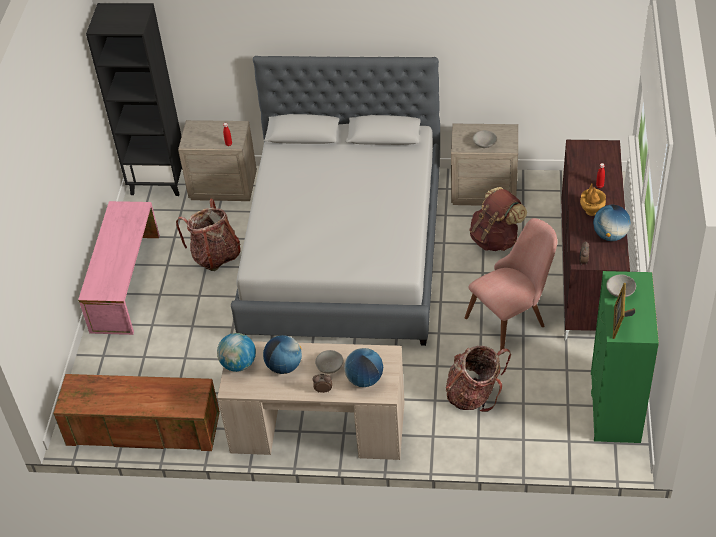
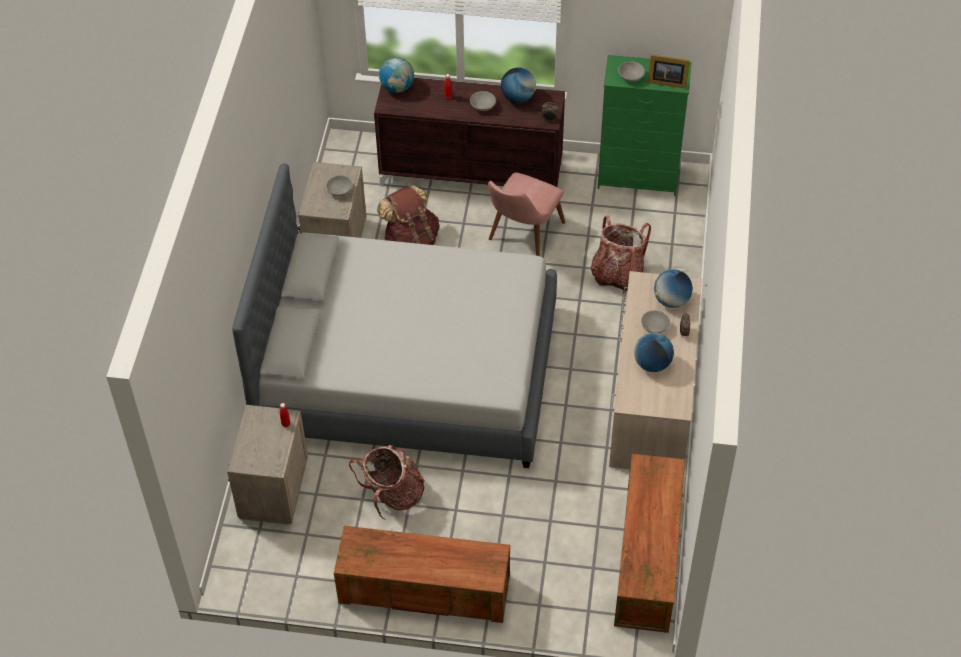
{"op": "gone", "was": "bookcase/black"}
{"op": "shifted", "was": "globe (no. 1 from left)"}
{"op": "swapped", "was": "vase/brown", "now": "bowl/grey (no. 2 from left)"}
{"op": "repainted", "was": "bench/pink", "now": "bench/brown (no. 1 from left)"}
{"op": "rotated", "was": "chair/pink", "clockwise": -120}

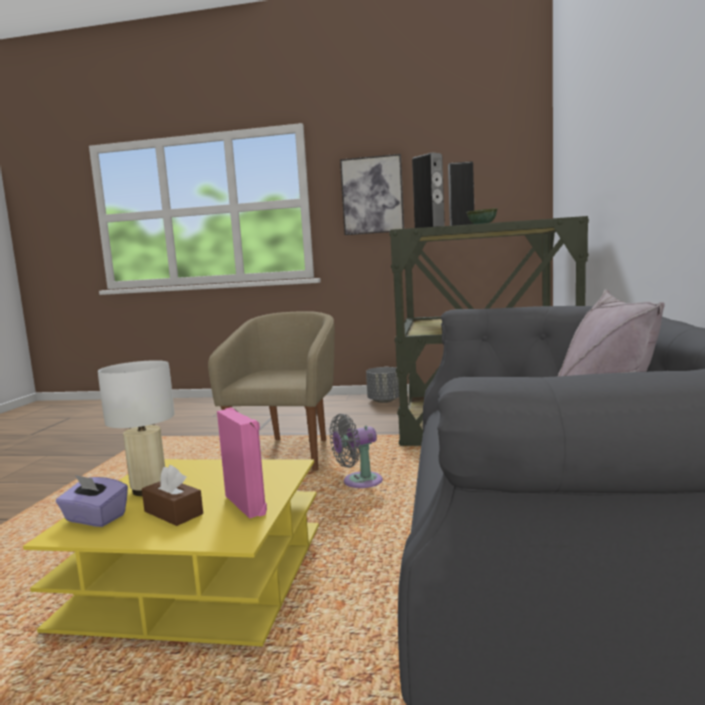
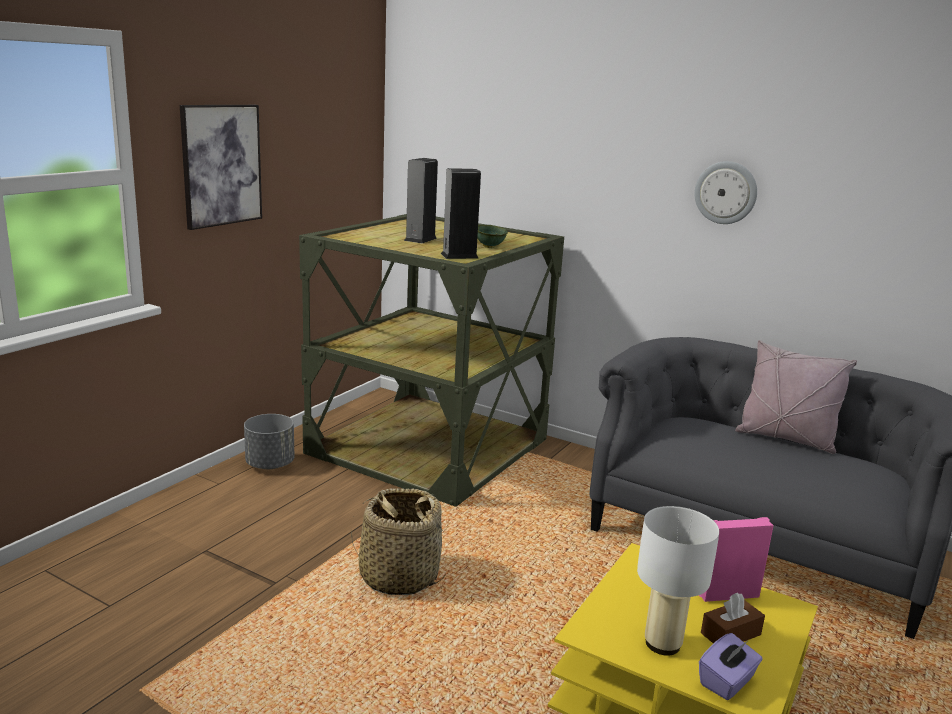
{"op": "gone", "was": "fan/grey"}
{"op": "new", "now": "wall clock"}
{"op": "swapped", "was": "armchair/beige", "now": "basket"}

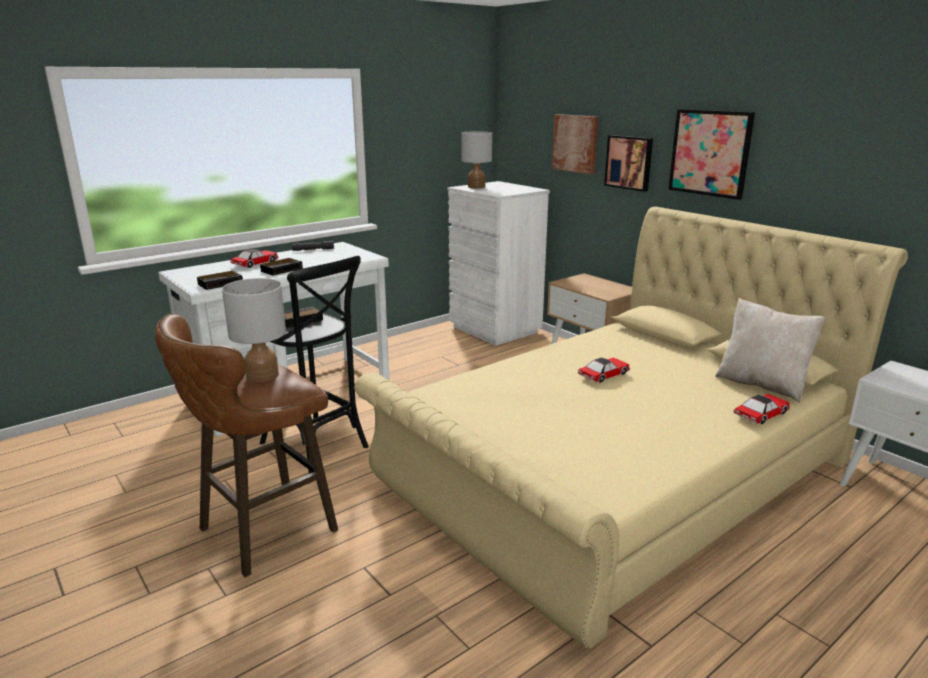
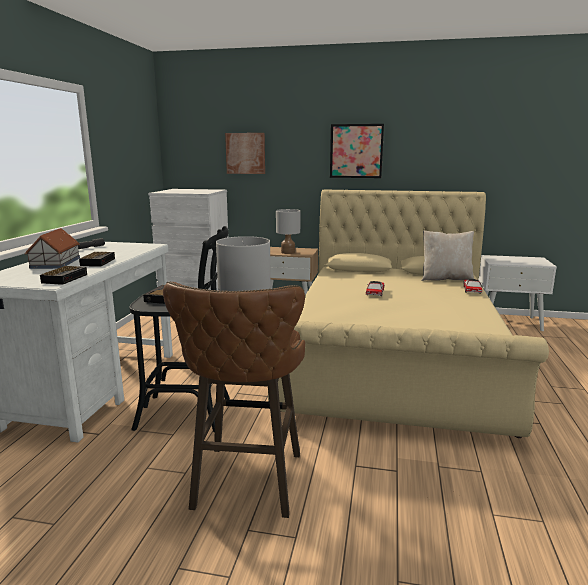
{"op": "gone", "was": "picture (no. 2 from left)"}
{"op": "shifted", "was": "table lamp/grey (no. 2 from left)"}
{"op": "swapped", "was": "toy car (no. 1 from left)", "now": "toy house"}

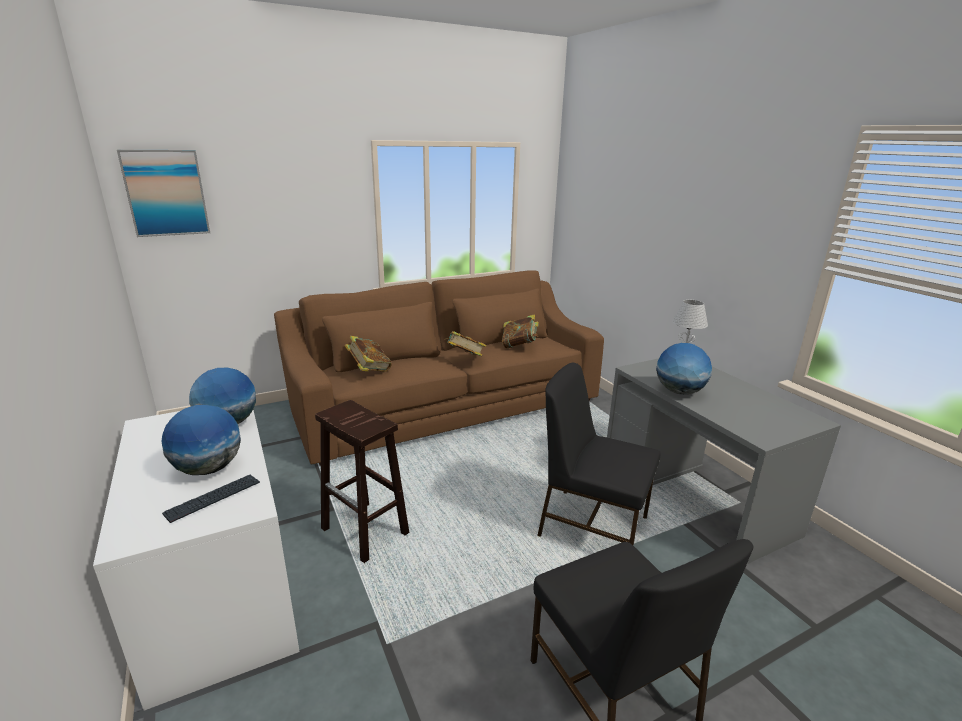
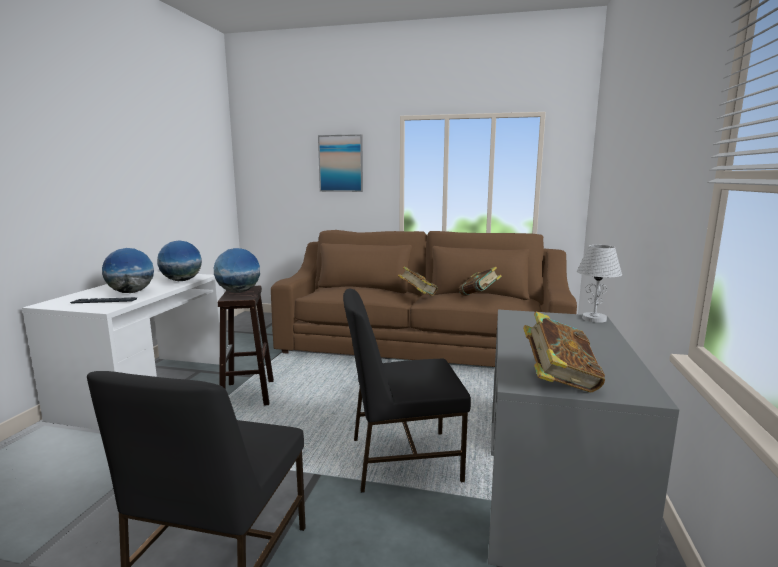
{"op": "shifted", "was": "picture"}
{"op": "shifted", "was": "book (no. 1 from left in the first image)", "now": "book (no. 3 from left)"}
{"op": "shifted", "was": "globe (no. 3 from left)"}
{"op": "rotated", "was": "chair/black (no. 1 from left in the first image)", "clockwise": -75}

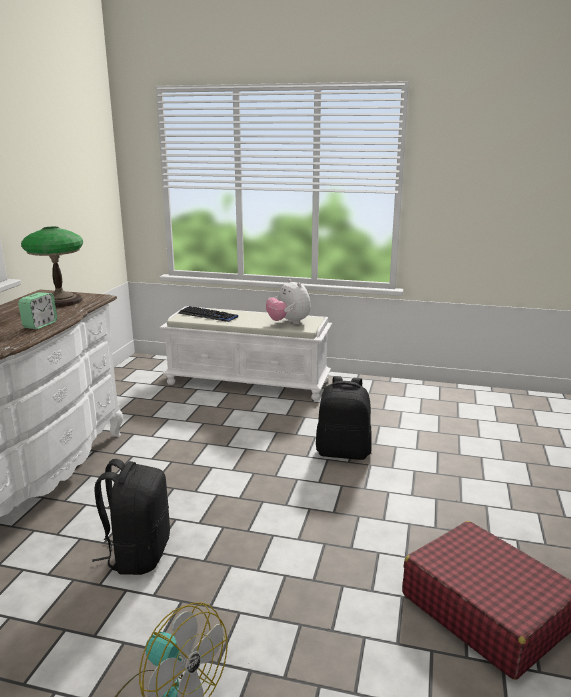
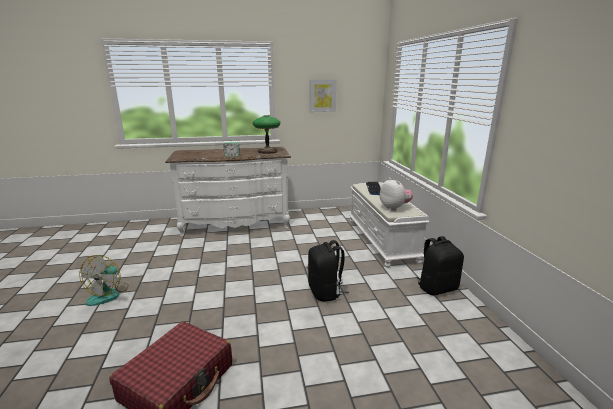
{"op": "new", "now": "picture"}
{"op": "shifted", "was": "backpack/black (no. 1 from left in the first image)", "now": "backpack/black (no. 2 from left)"}
{"op": "rotated", "was": "plush toy", "clockwise": 120}

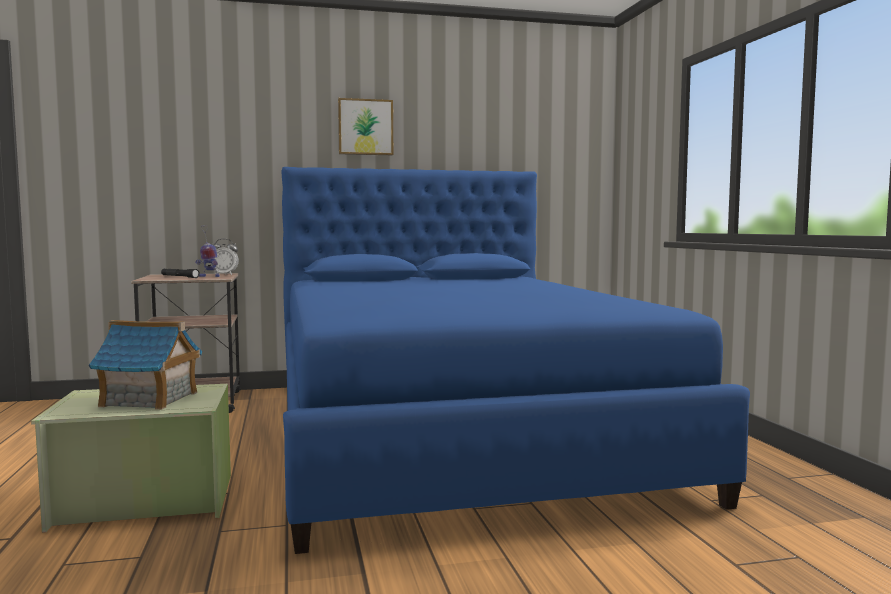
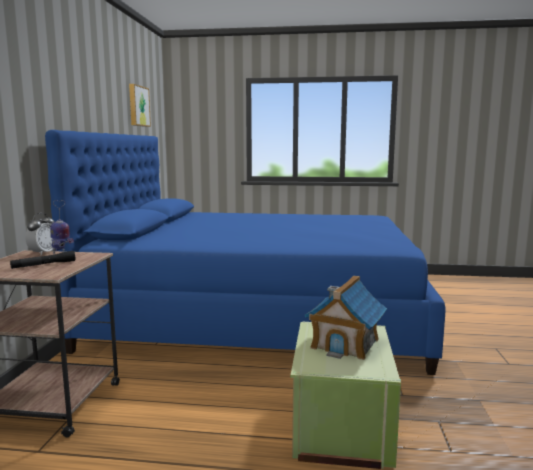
{"op": "shifted", "was": "picture"}

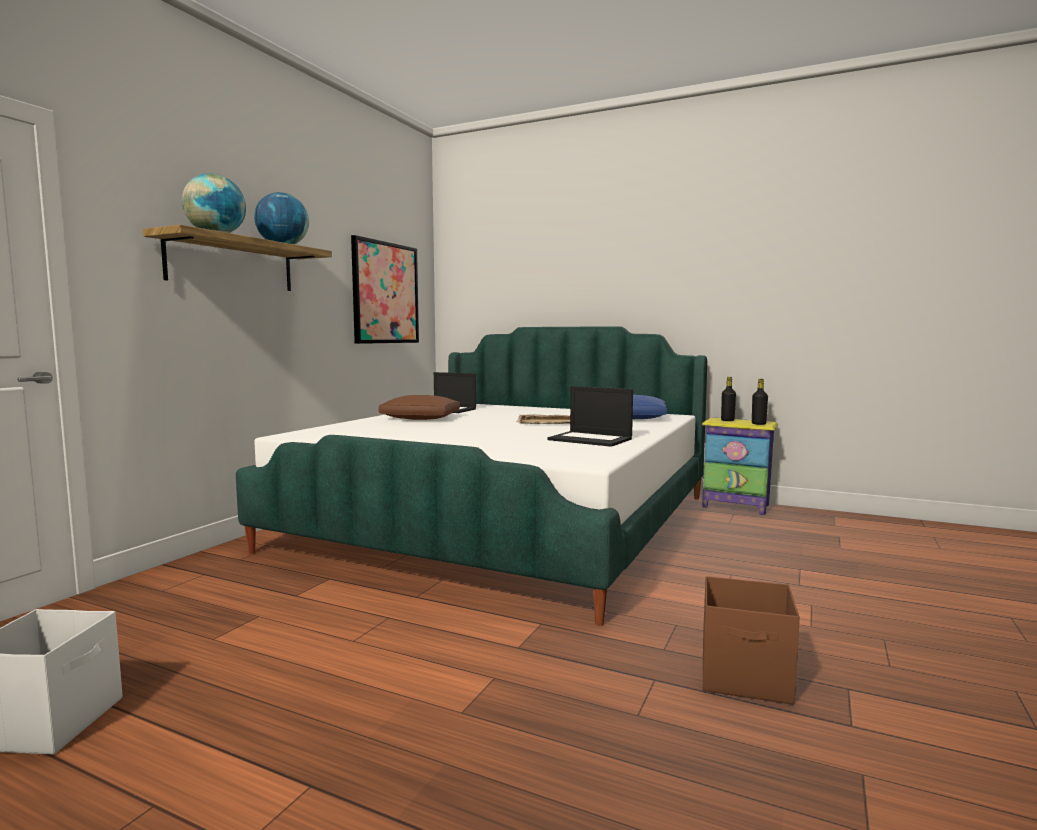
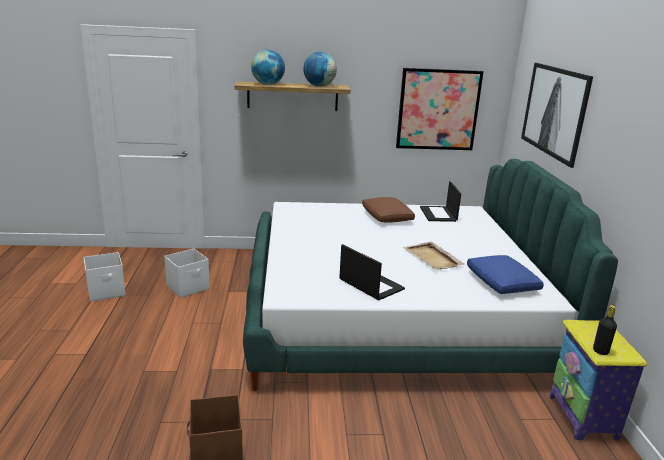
{"op": "gone", "was": "bottle/black (no. 1 from left)"}
{"op": "new", "now": "storage box/white (no. 2 from left)"}
{"op": "new", "now": "picture (no. 2 from left)"}
{"op": "rotated", "was": "laptop (no. 2 from left in the first image)", "clockwise": 135}

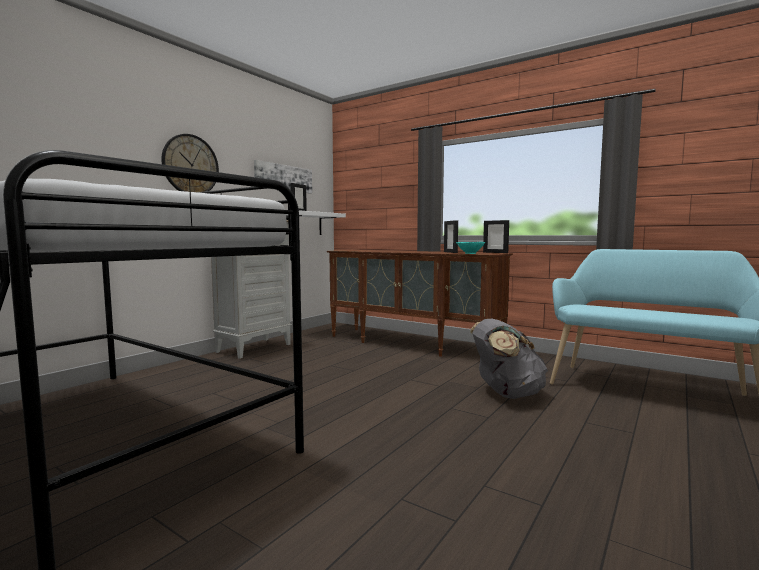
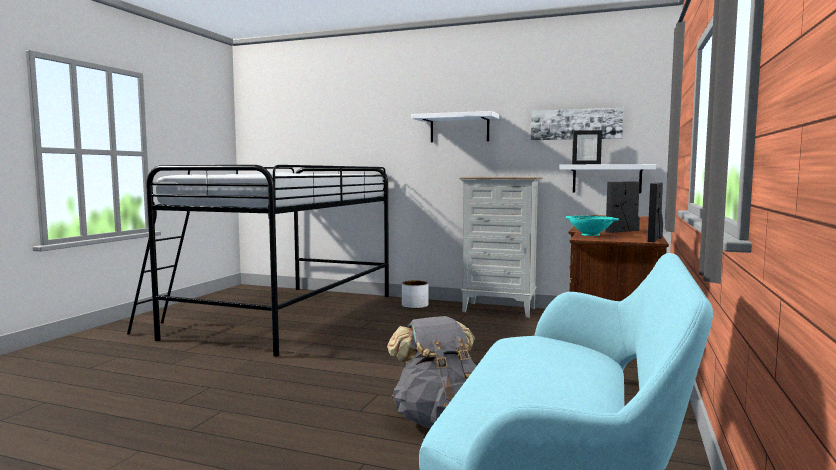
{"op": "new", "now": "planter/white"}
{"op": "swapped", "was": "wall clock", "now": "shelf/white (no. 1 from left)"}

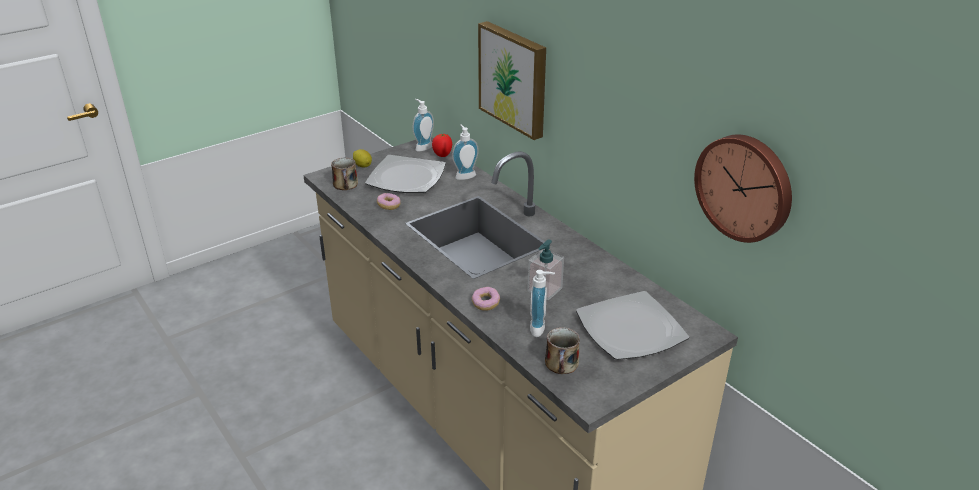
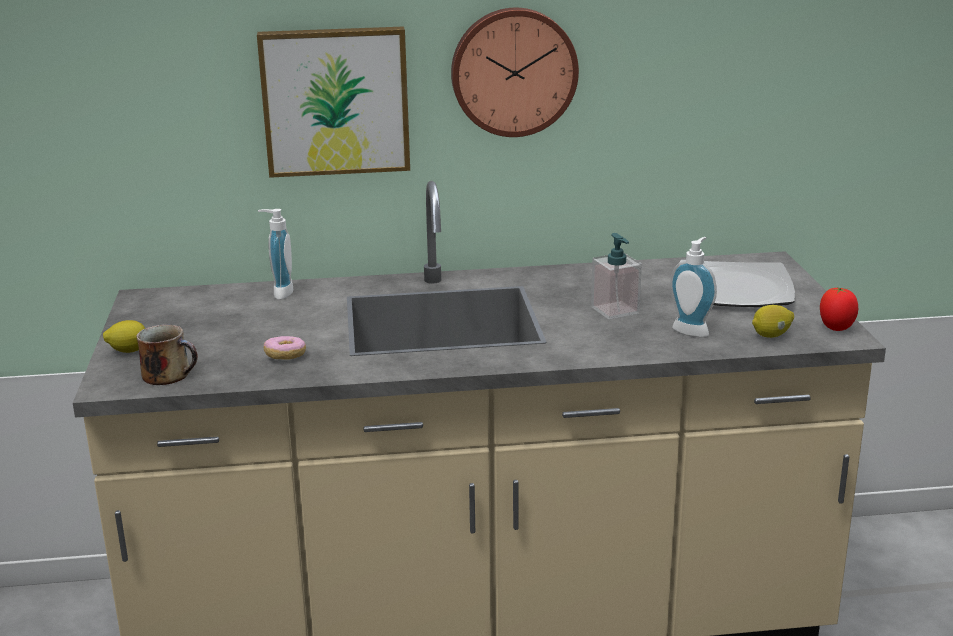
{"op": "gone", "was": "plate (no. 1 from left)"}
{"op": "gone", "was": "soap dispenser (no. 1 from left)"}
{"op": "gone", "was": "donut (no. 2 from left)"}
{"op": "shifted", "was": "tomato"}
{"op": "shifted", "was": "wall clock"}
{"op": "swapped", "was": "mug (no. 2 from left)", "now": "lemon (no. 2 from left)"}

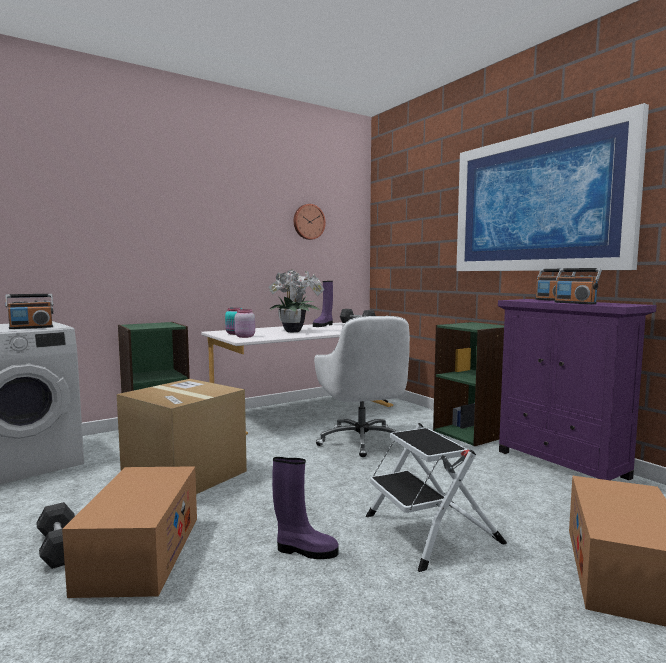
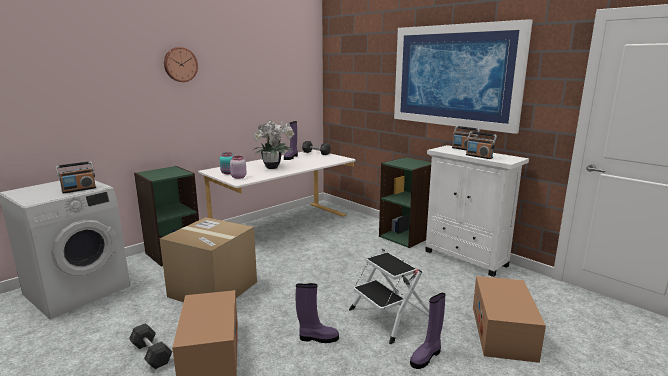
{"op": "gone", "was": "office chair/white"}
{"op": "new", "now": "boot/purple (no. 3 from left)"}
{"op": "shifted", "was": "wall clock"}
{"op": "repainted", "was": "cabinet/purple", "now": "cabinet/white"}

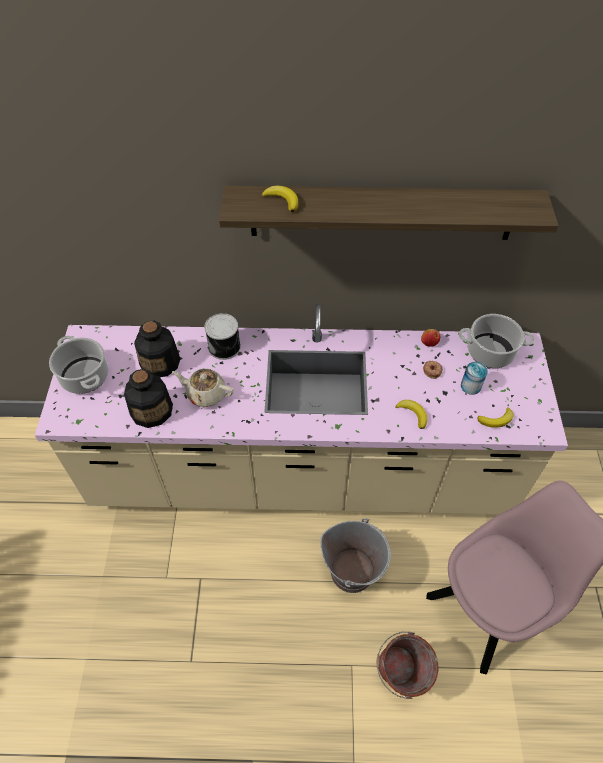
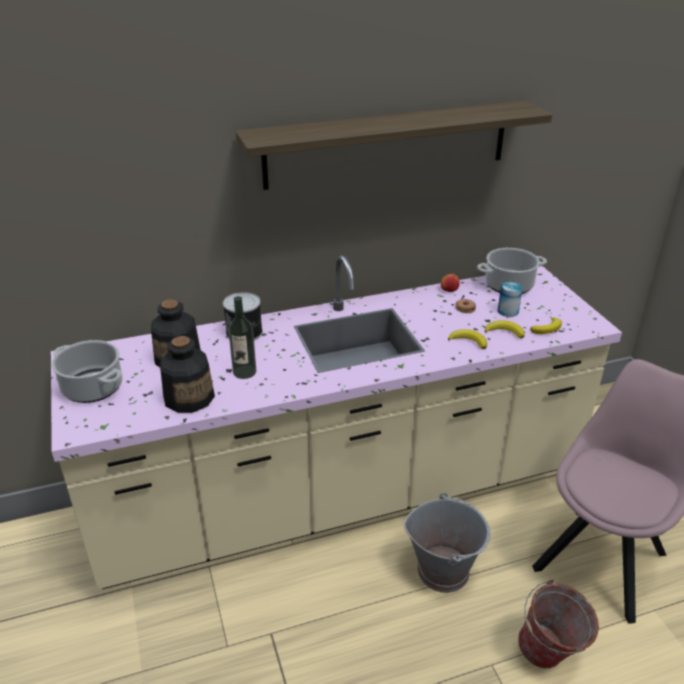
{"op": "shifted", "was": "banana (no. 1 from left in the first image)", "now": "banana (no. 2 from left)"}
{"op": "swapped", "was": "teapot/beige", "now": "bottle (no. 3 from left)"}

